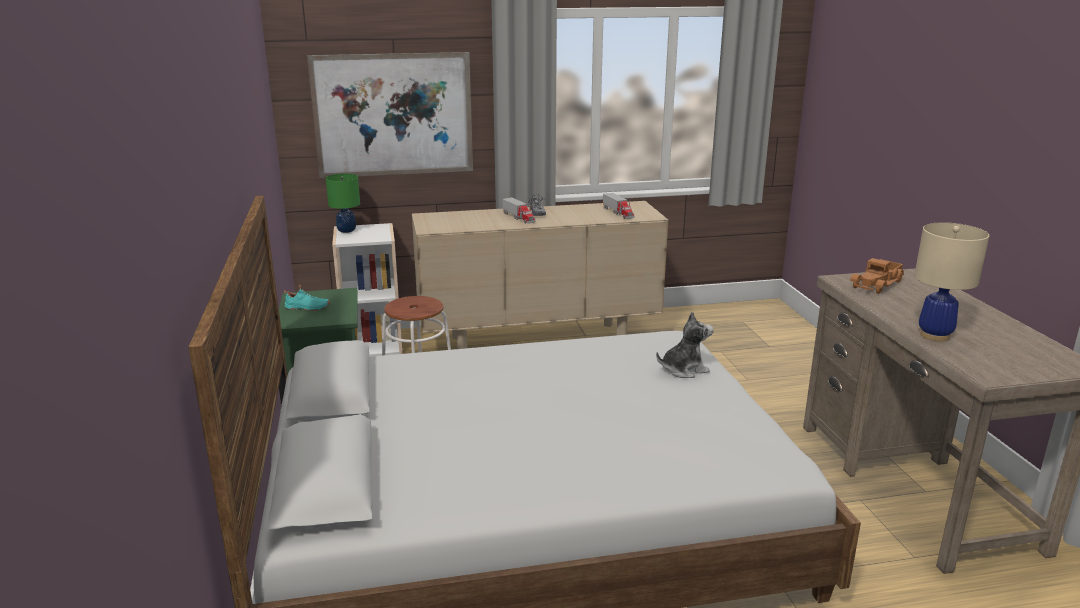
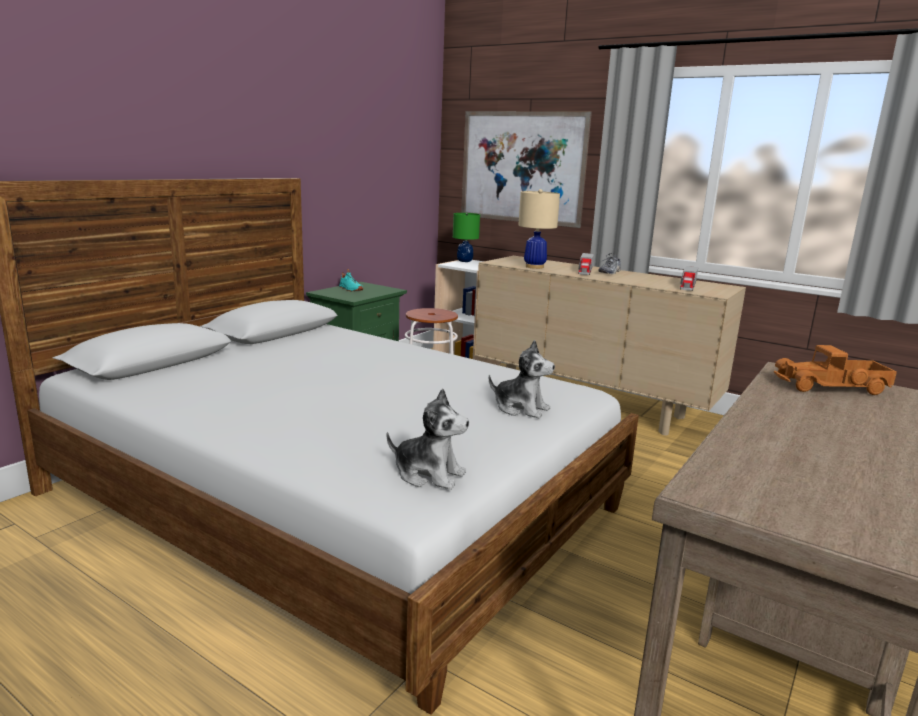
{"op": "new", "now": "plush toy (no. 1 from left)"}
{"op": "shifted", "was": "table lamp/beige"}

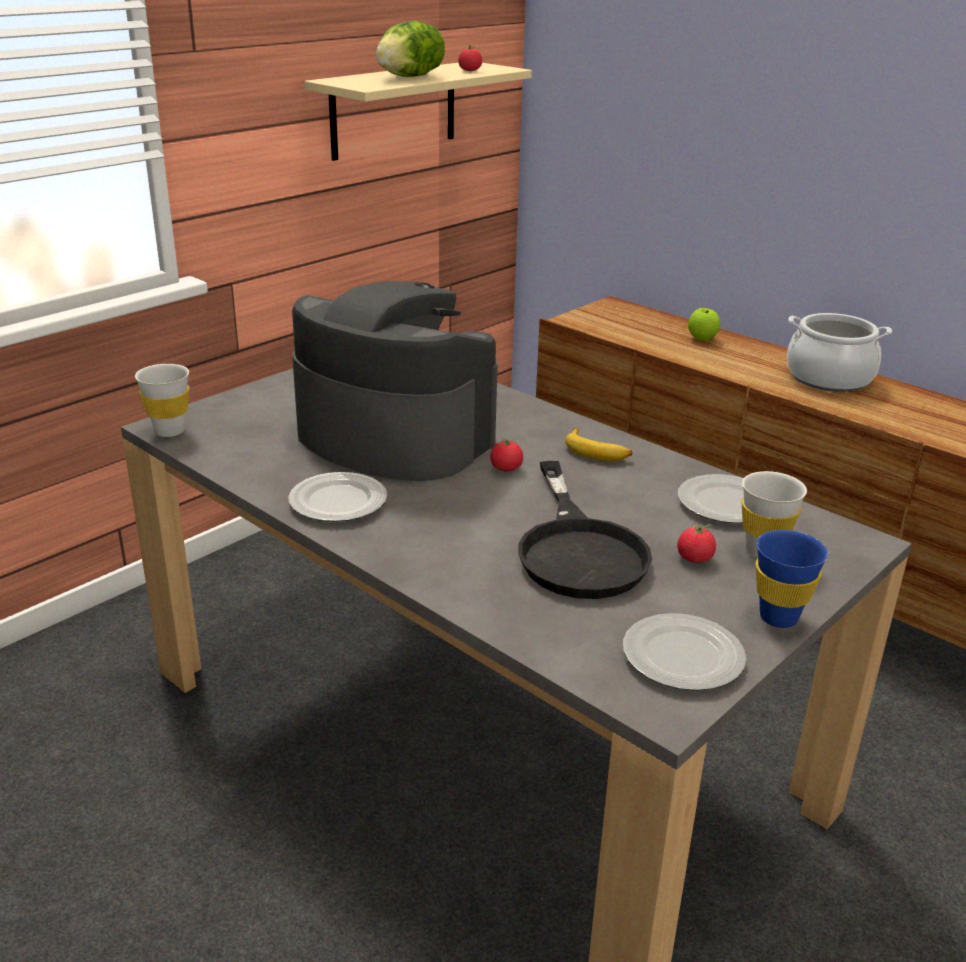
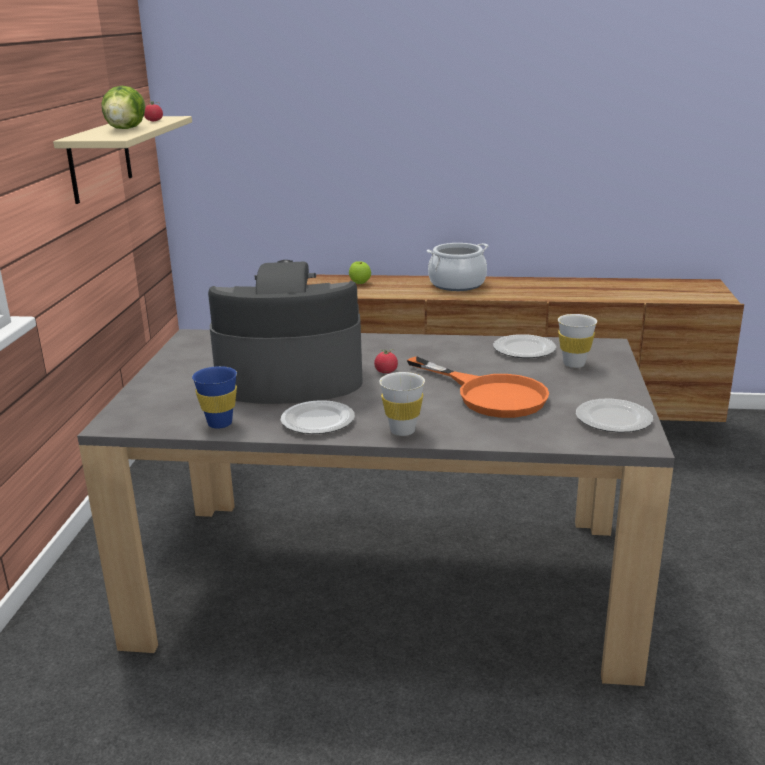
{"op": "gone", "was": "banana"}
{"op": "gone", "was": "tomato (no. 3 from left)"}
{"op": "shifted", "was": "cup/white (no. 1 from left)"}
{"op": "shifted", "was": "cup/blue"}
{"op": "repainted", "was": "frying pan/black", "now": "frying pan/orange"}

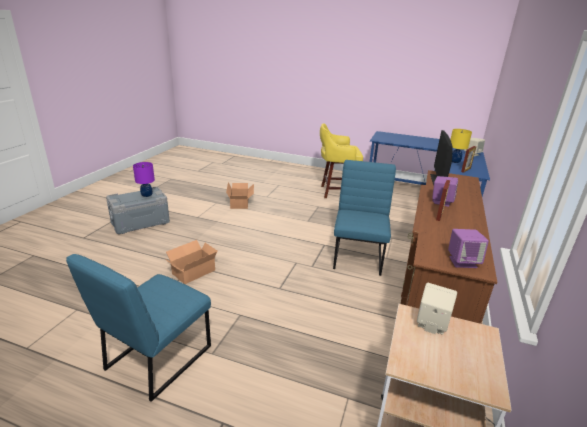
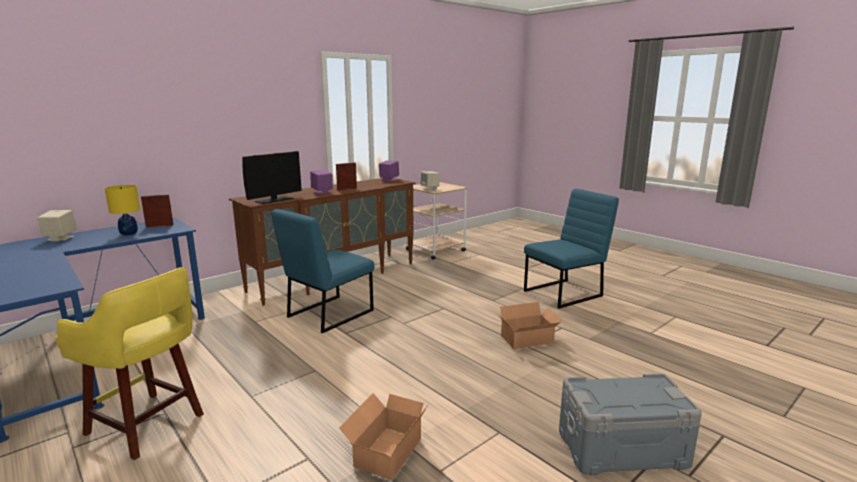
{"op": "gone", "was": "table lamp/purple"}

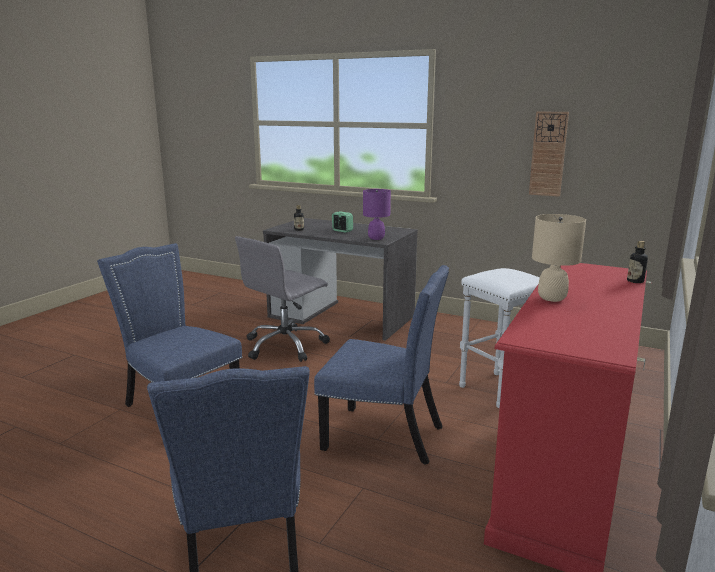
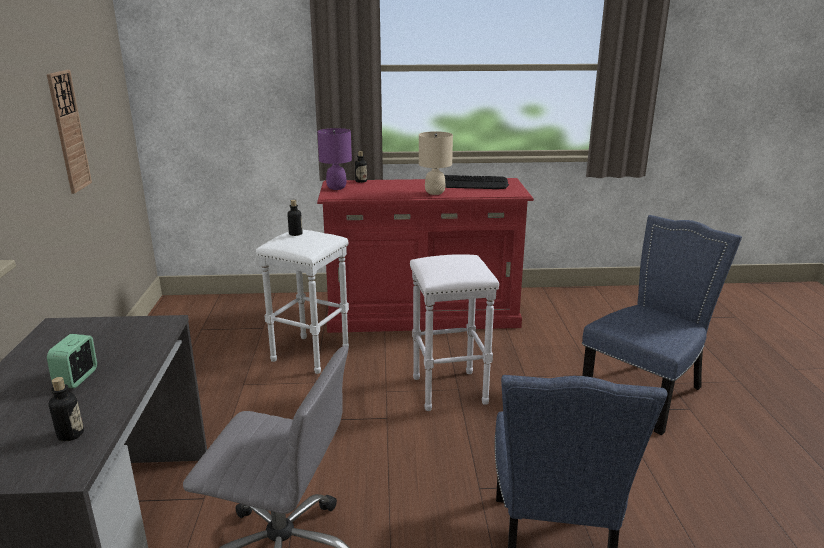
{"op": "new", "now": "bottle (no. 2 from left)"}
{"op": "new", "now": "keyboard"}
{"op": "shifted", "was": "table lamp/purple"}
{"op": "swapped", "was": "chair/blue (no. 3 from left)", "now": "stool/white (no. 2 from left)"}

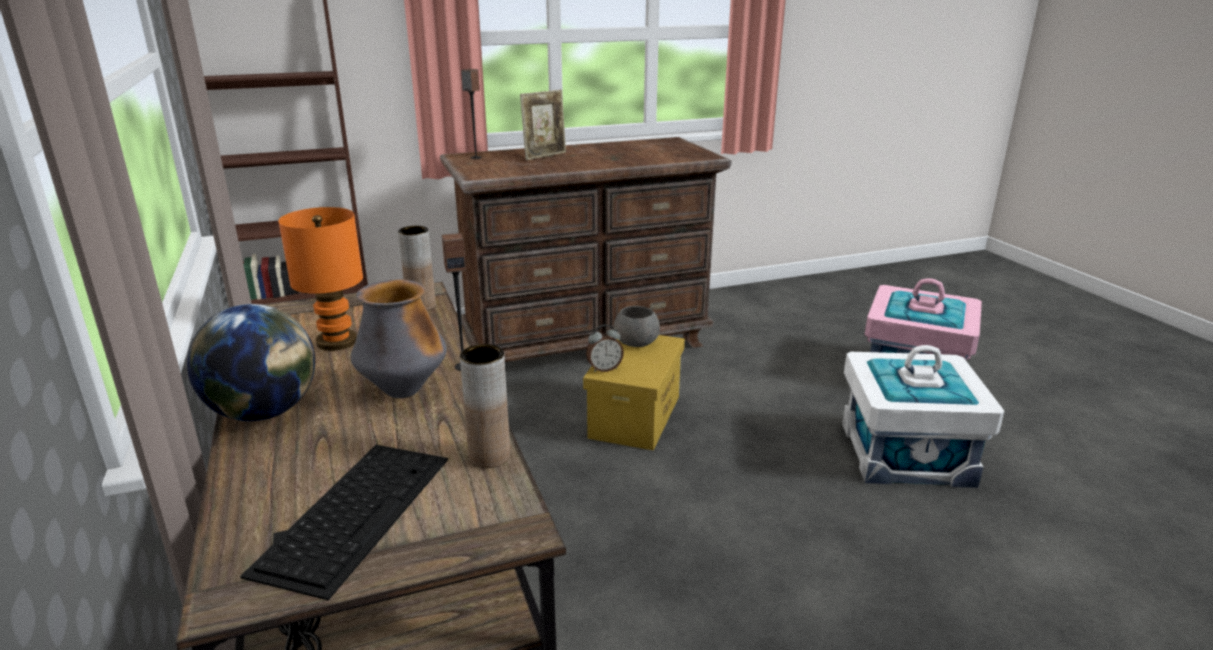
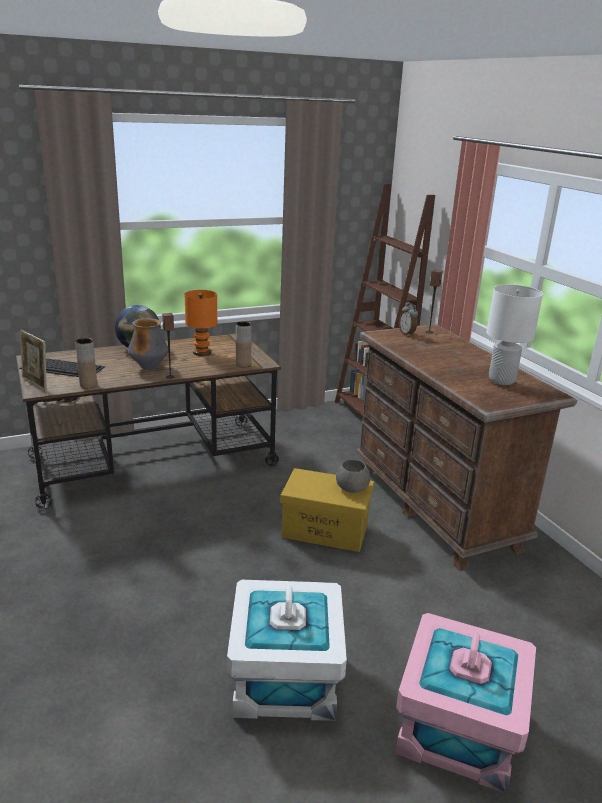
{"op": "new", "now": "table lamp/white"}
{"op": "shifted", "was": "picture frame"}
{"op": "shifted", "was": "alarm clock"}

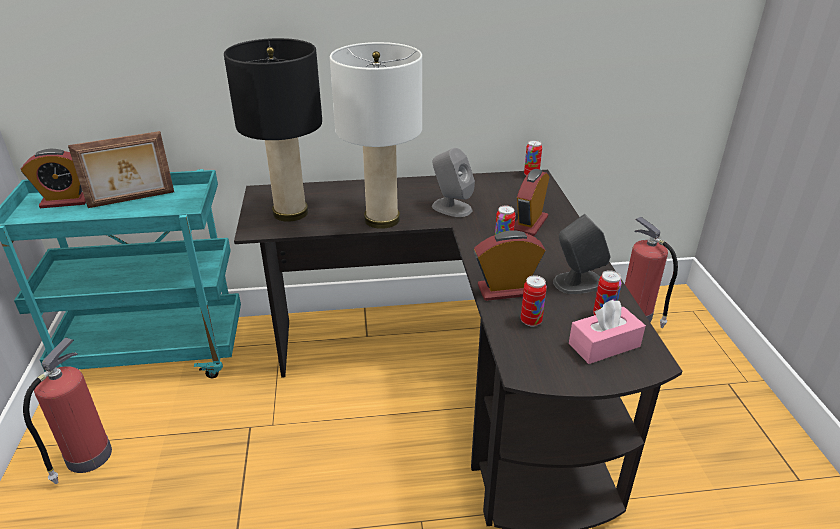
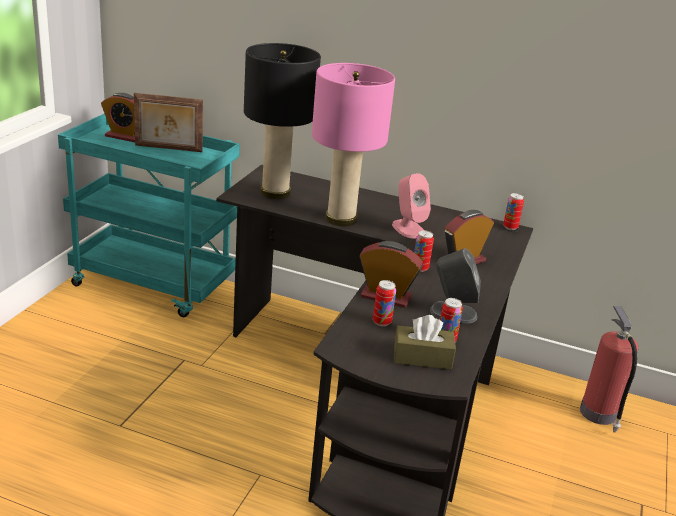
{"op": "gone", "was": "fire extinguisher (no. 1 from left)"}
{"op": "repainted", "was": "table lamp/white", "now": "table lamp/pink"}
{"op": "repainted", "was": "speaker/grey (no. 1 from left)", "now": "speaker/pink"}
{"op": "repainted", "was": "tissue box/pink", "now": "tissue box/brown"}

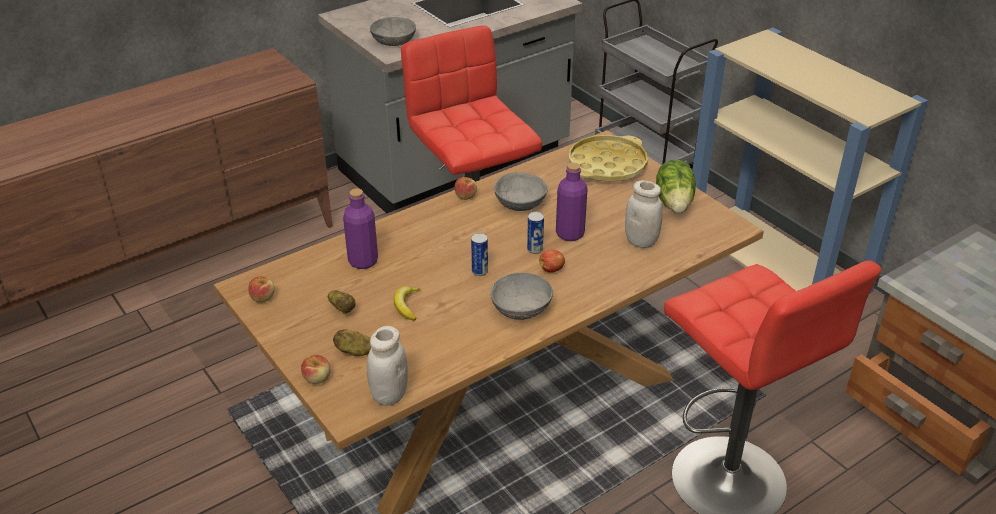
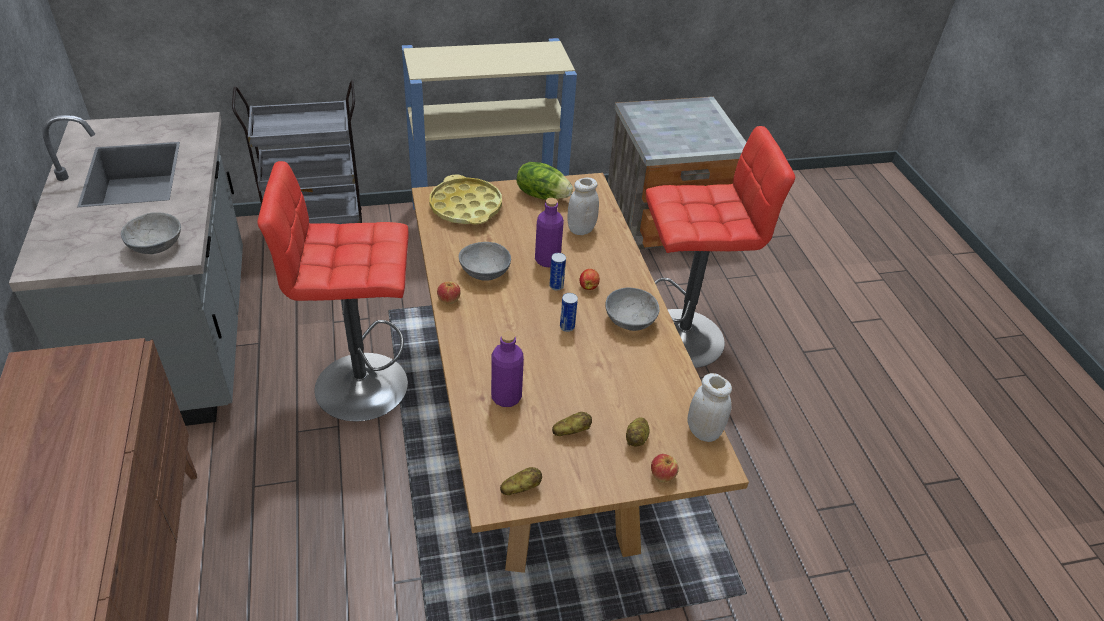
{"op": "gone", "was": "banana"}
{"op": "swapped", "was": "apple (no. 1 from left)", "now": "potato (no. 1 from left)"}

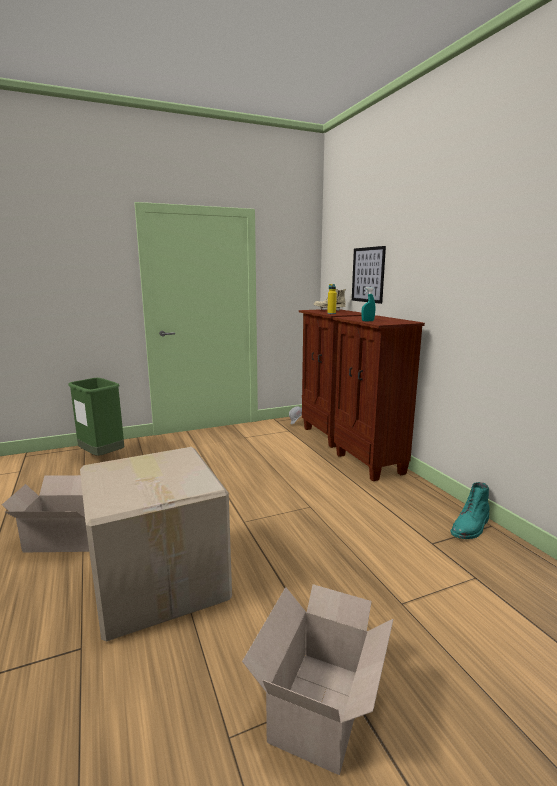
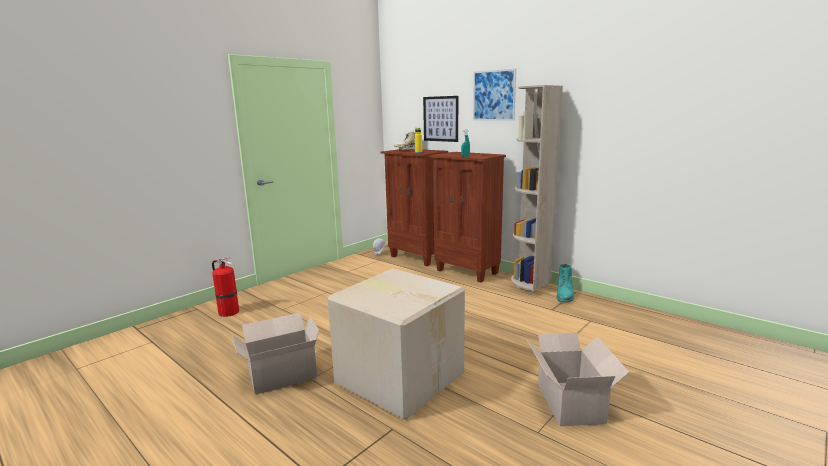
{"op": "new", "now": "picture (no. 2 from left)"}
{"op": "new", "now": "bookcase/beige"}
{"op": "swapped", "was": "trash can/green", "now": "fire extinguisher"}

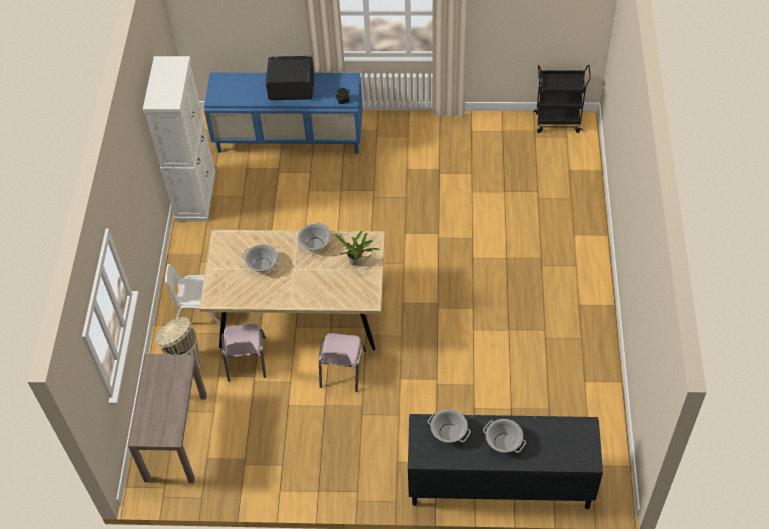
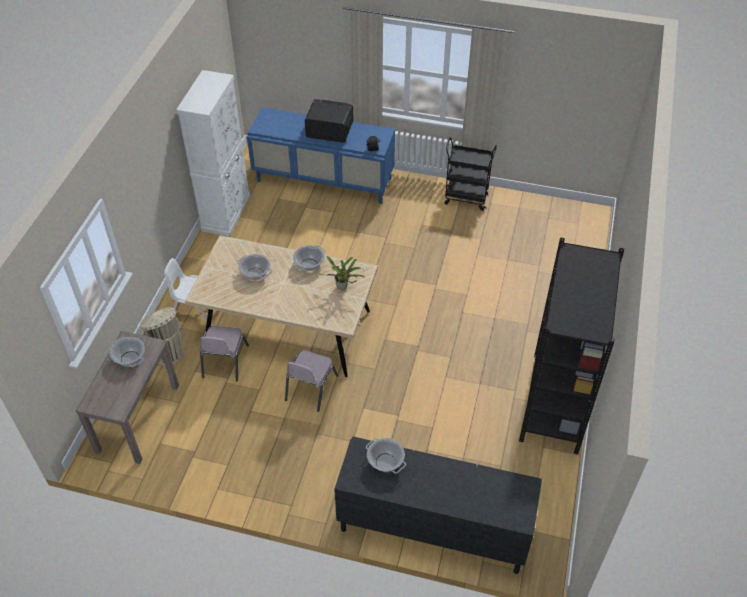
{"op": "new", "now": "bookcase/black"}
{"op": "shifted", "was": "cooking pot (no. 4 from left in the first image)", "now": "cooking pot (no. 1 from left)"}
{"op": "shifted", "was": "cart/black"}

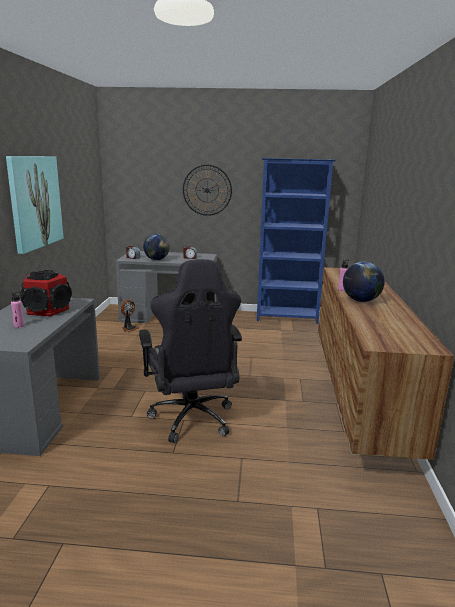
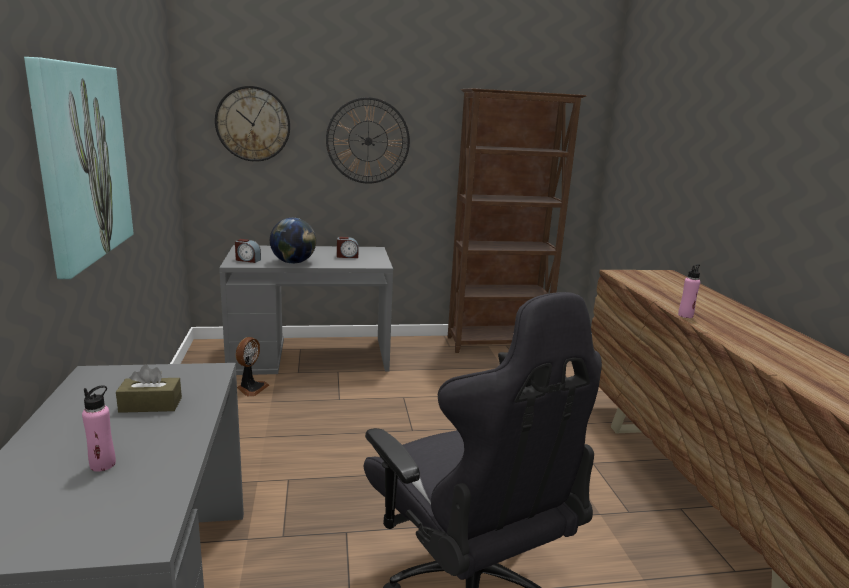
{"op": "gone", "was": "globe (no. 2 from left)"}
{"op": "new", "now": "wall clock (no. 1 from left)"}
{"op": "swapped", "was": "speaker", "now": "tissue box/brown"}
{"op": "repainted", "was": "bookcase/blue", "now": "bookcase/brown"}

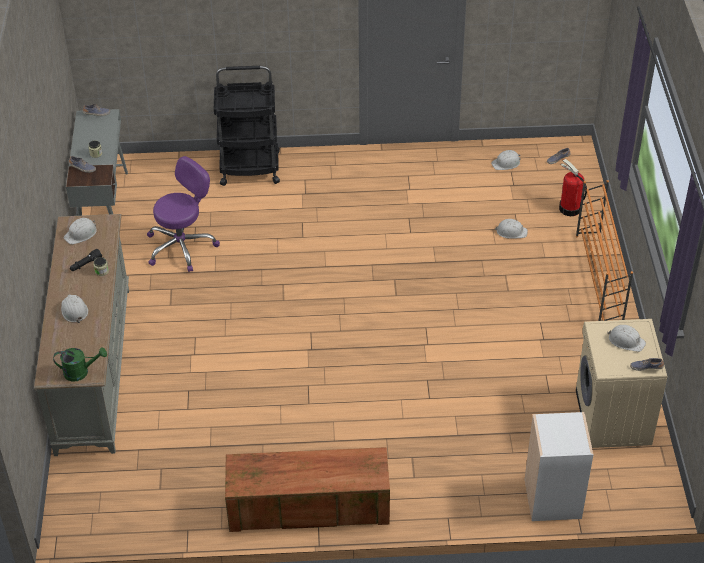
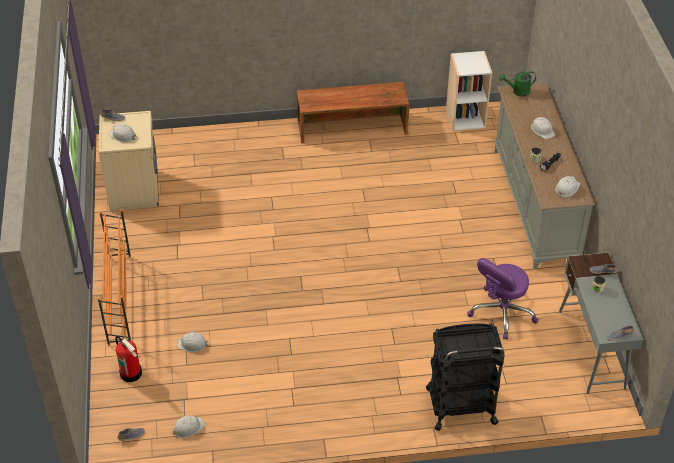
{"op": "shifted", "was": "bookcase"}

